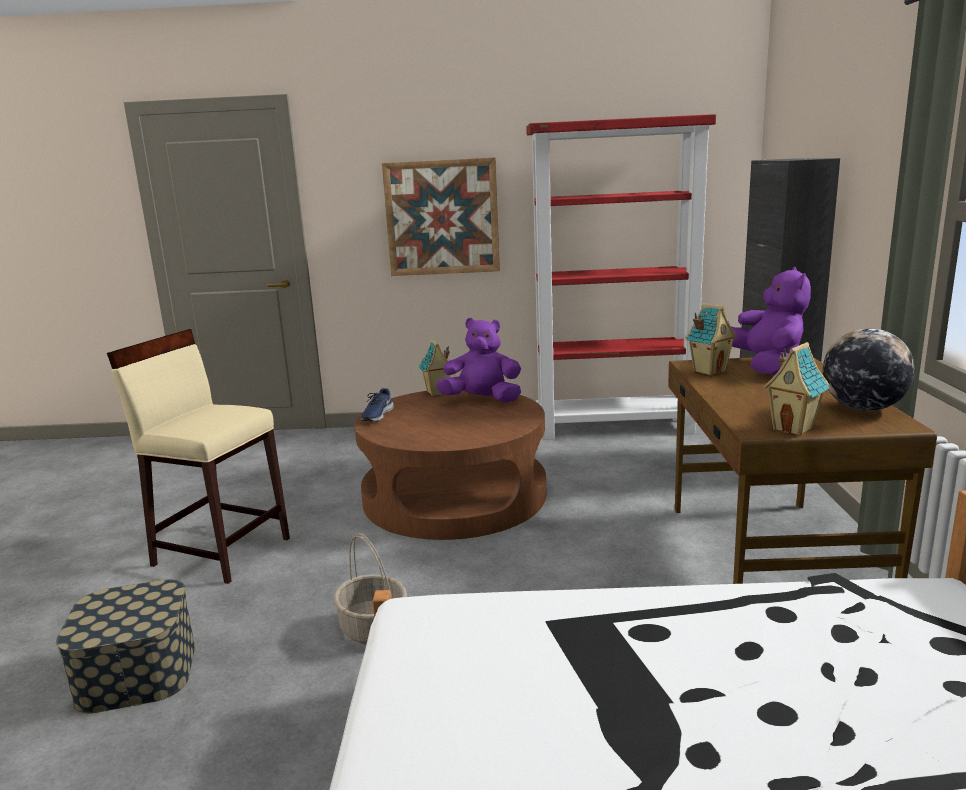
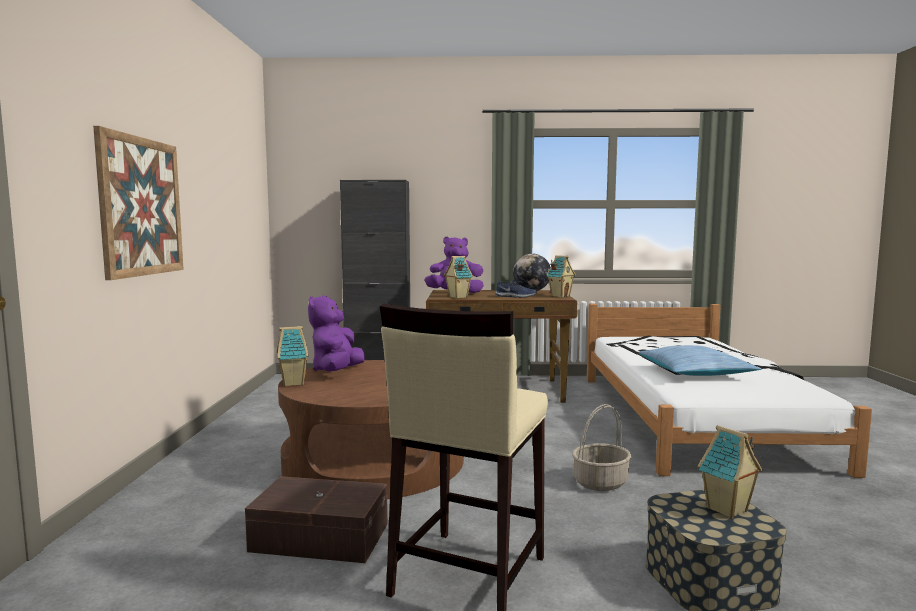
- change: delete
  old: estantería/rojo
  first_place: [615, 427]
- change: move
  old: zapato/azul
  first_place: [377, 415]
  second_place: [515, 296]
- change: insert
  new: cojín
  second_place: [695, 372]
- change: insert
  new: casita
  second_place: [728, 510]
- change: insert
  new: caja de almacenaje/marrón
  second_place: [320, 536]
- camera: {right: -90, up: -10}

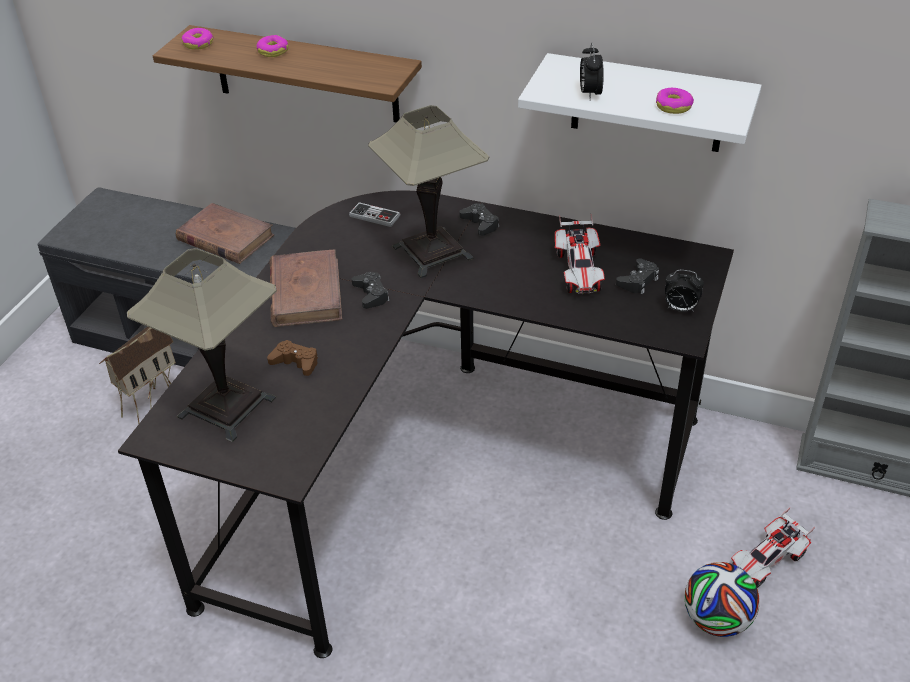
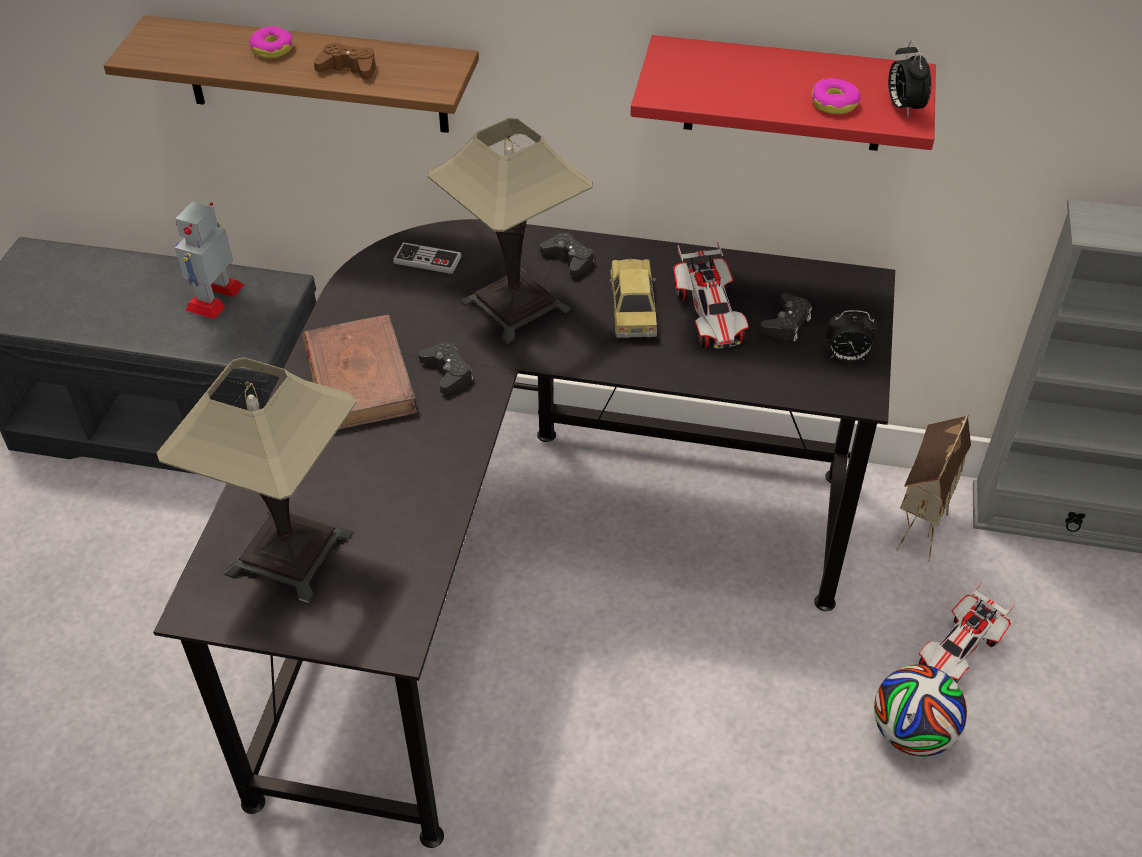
- change: delete
  old: rosquilla
  first_place: [198, 44]
- change: move
  old: despertador
  first_place: [590, 93]
  second_place: [903, 107]
- change: recolor
  old: estante/blanco
  new: estante/rojo
  first_place: [647, 104]
  second_place: [785, 94]
- change: replace
  old: libro/marrón
  new: robot de juguete
  first_place: [225, 238]
  second_place: [215, 297]
- change: move
  old: casita
  first_place: [150, 402]
  second_place: [918, 525]
- change: move
  old: mando de consola/marrón
  first_place: [295, 362]
  second_place: [348, 68]
- change: insert
  new: coche de juguete
  second_place: [632, 308]
- camera: {right: -10, up: 5}

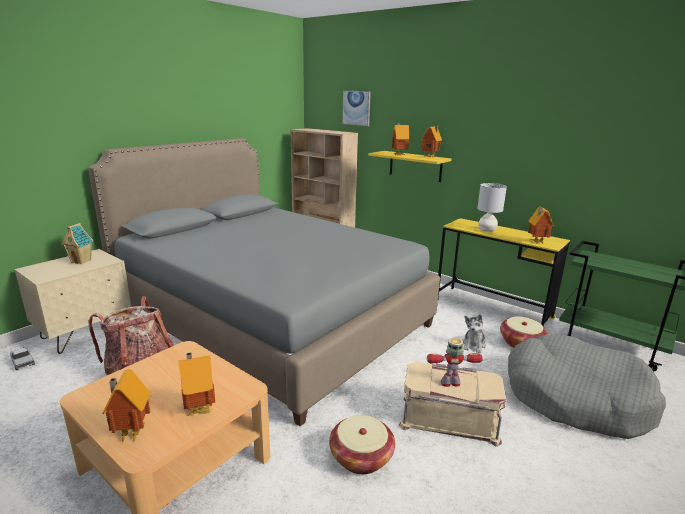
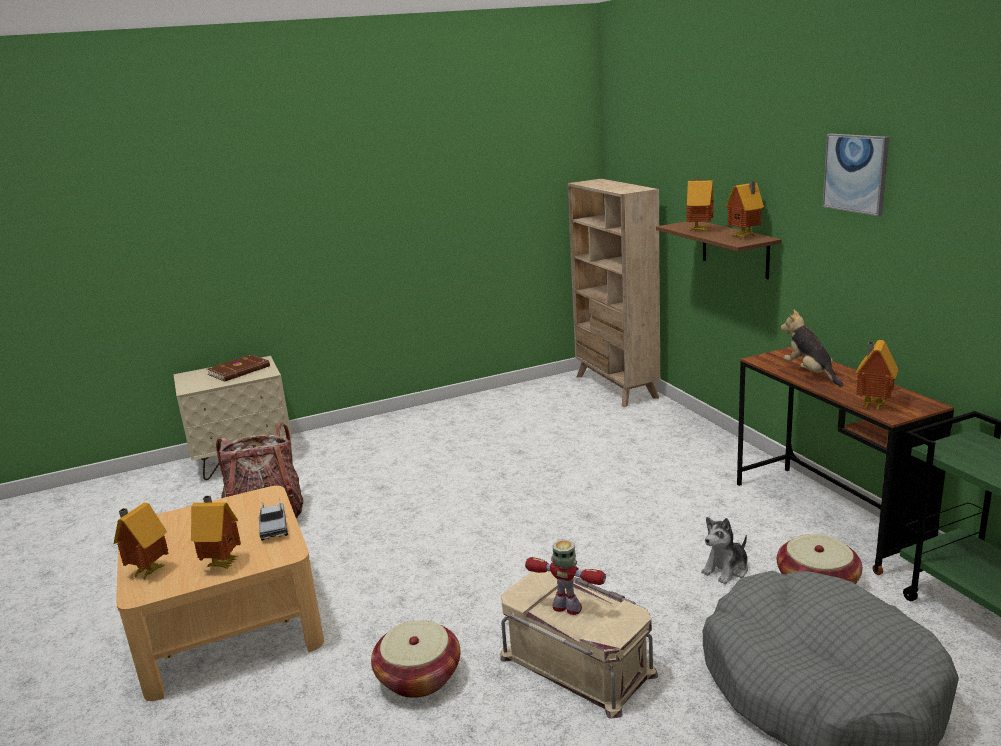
- change: move
  old: cuadro
  first_place: [356, 108]
  second_place: [856, 173]
- change: delete
  old: cama/gris
  first_place: [271, 318]
- change: recolor
  old: estante/amarillo
  new: estante/marrón
  first_place: [415, 166]
  second_place: [735, 249]
- change: replace
  old: lámpara de mesa/gris
  new: peluche
  first_place: [487, 230]
  second_place: [810, 373]
- change: recolor
  old: escritorio/amarillo
  new: escritorio/marrón
  first_place: [492, 308]
  second_place: [827, 516]
- change: replace
  old: casita
  new: libro/marrón
  first_place: [82, 261]
  second_place: [240, 371]
- change: move
  old: camión de juguete
  first_place: [22, 361]
  second_place: [274, 526]
- camera: {right: 30, up: 0}

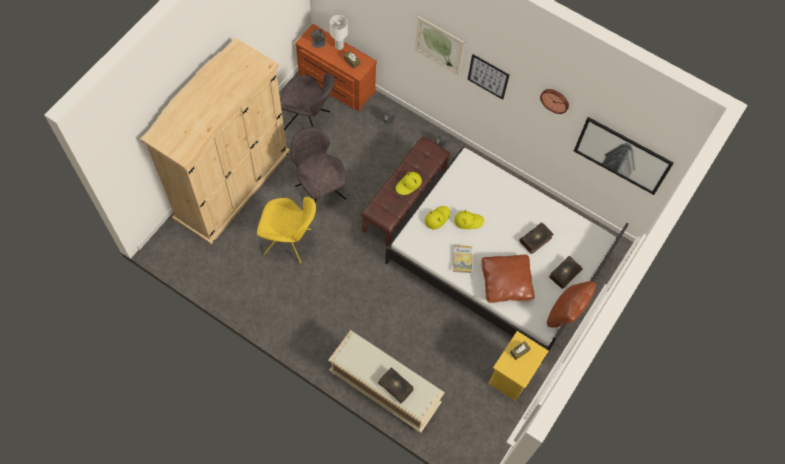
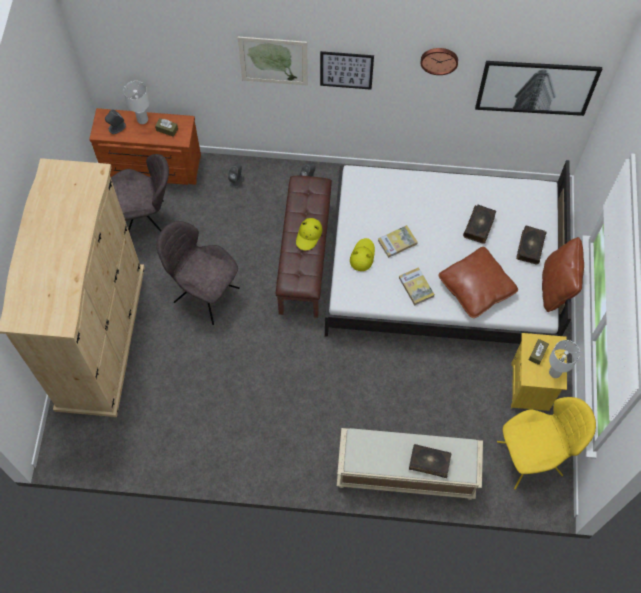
- change: move
  old: silla/amarillo
  first_place: [289, 242]
  second_place: [532, 458]
- change: replace
  old: sombrero/amarillo
  new: libro
  first_place: [468, 221]
  second_place: [397, 242]
- change: insert
  new: lámpara de mesa/blanco
  second_place: [554, 372]
- camera: {right: -25, up: 0}

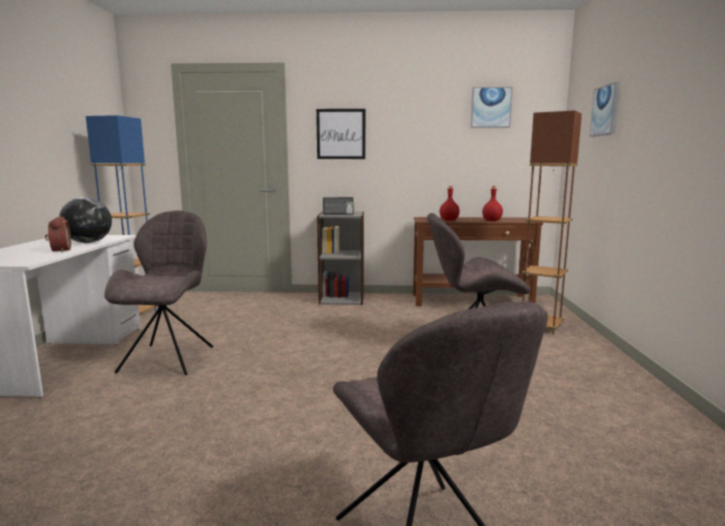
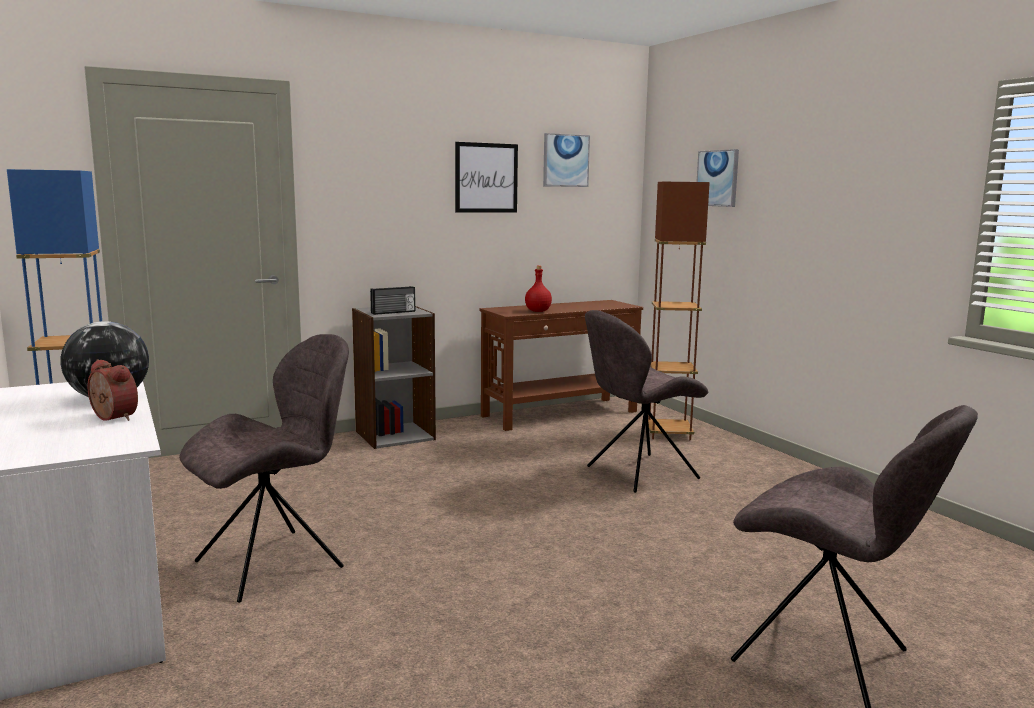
- change: move
  old: cuadro
  first_place: [341, 134]
  second_place: [486, 178]
- change: delete
  old: botella/rojo
  first_place: [492, 221]
- change: rotate
  old: silla/gris
  first_place: [169, 358]
  second_place: [275, 563]
  degrees: 75
- camera: {right: -30, up: 0}

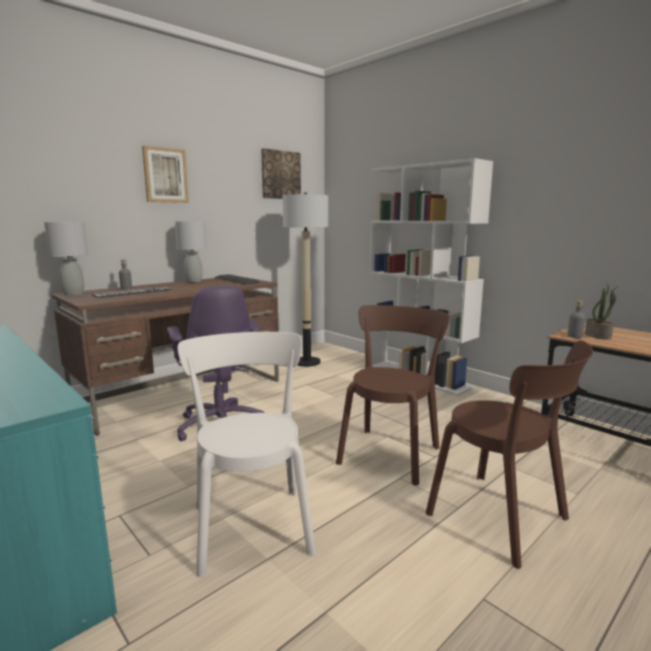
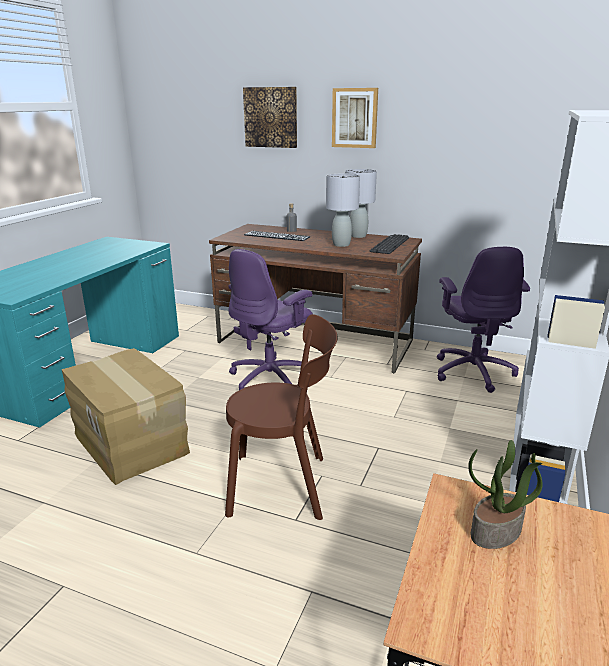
- change: move
  old: cuadro
  first_place: [280, 175]
  second_place: [271, 117]
- change: replace
  old: lámpara de pie
  new: silla de oficina/morado
  first_place: [307, 362]
  second_place: [473, 372]
- change: move
  old: lámpara de mesa/gris
  first_place: [73, 294]
  second_place: [341, 244]
- change: delete
  old: botella/gris
  first_place: [575, 336]
- change: replace
  old: silla/blanco
  new: caja de cartón
  first_place: [251, 523]
  second_place: [132, 442]
- change: delete
  old: silla/marrón
  first_place: [502, 519]
- camera: {right: 65, up: 10}

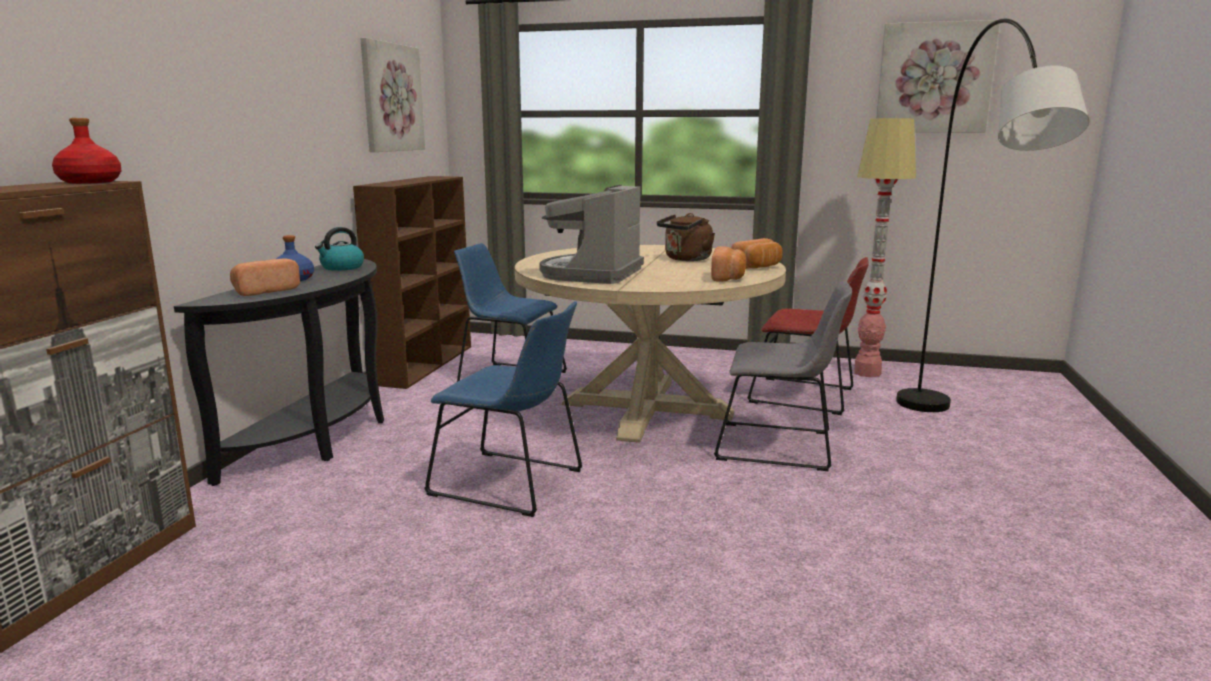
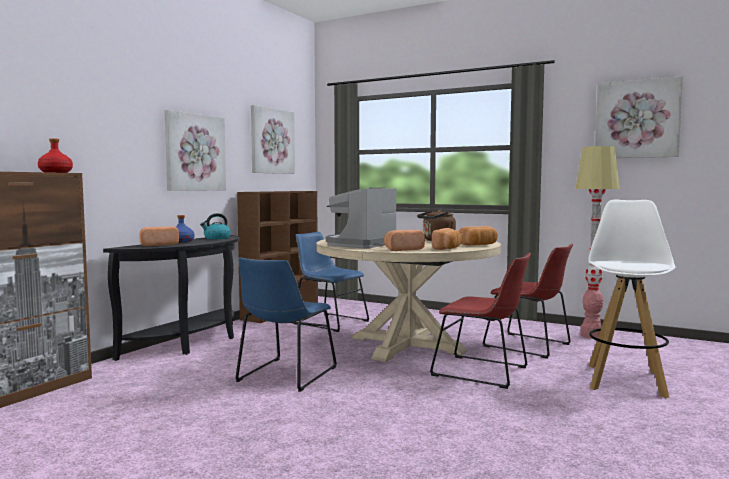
- change: replace
  old: lámpara de pie/gris
  new: taburete/blanco
  first_place: [955, 440]
  second_place: [625, 380]
- change: recolor
  old: silla/gris
  new: silla/rojo
  first_place: [780, 446]
  second_place: [484, 372]
- change: rotate
  old: silla/azul
  first_place: [512, 484]
  second_place: [285, 375]
  degrees: 75
- change: insert
  new: cuadro
  second_place: [194, 152]
- change: insert
  new: pan
  second_place: [402, 249]
- camera: {right: 15, up: -10}

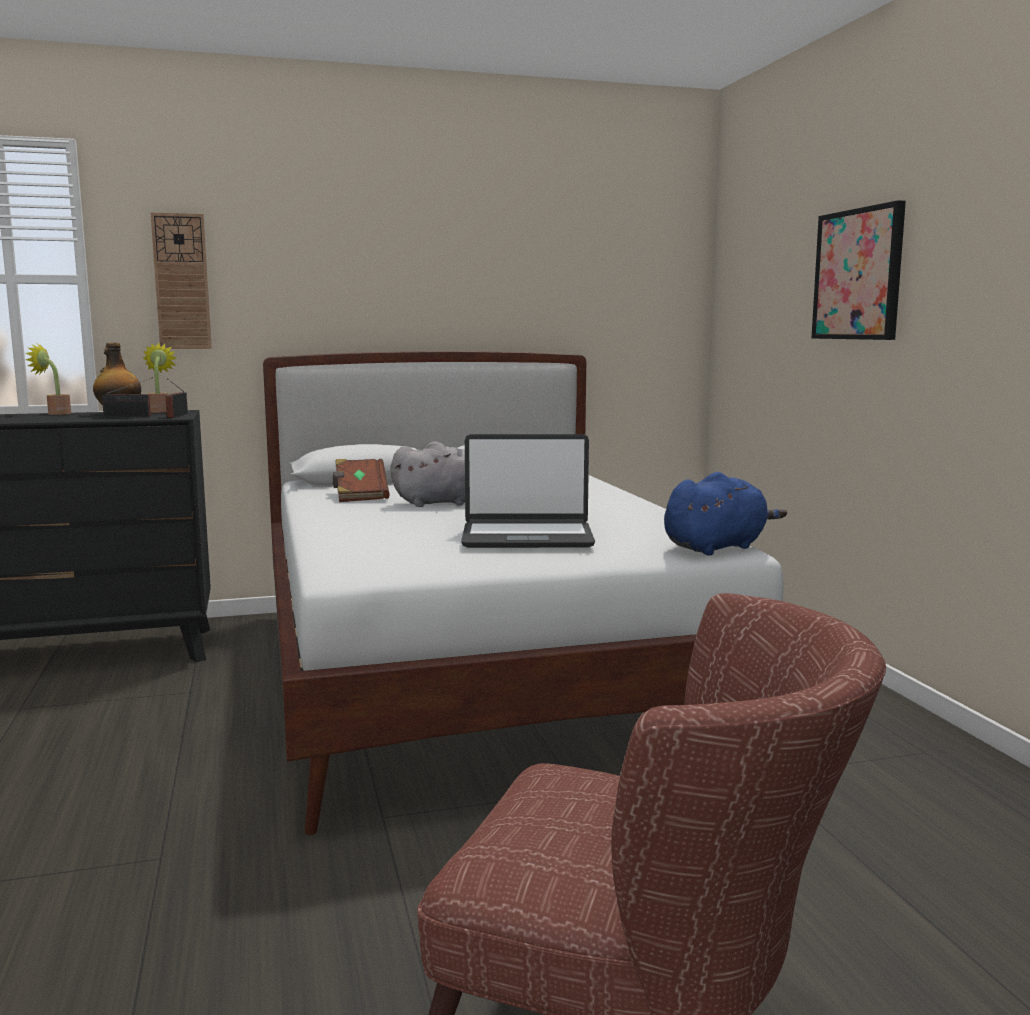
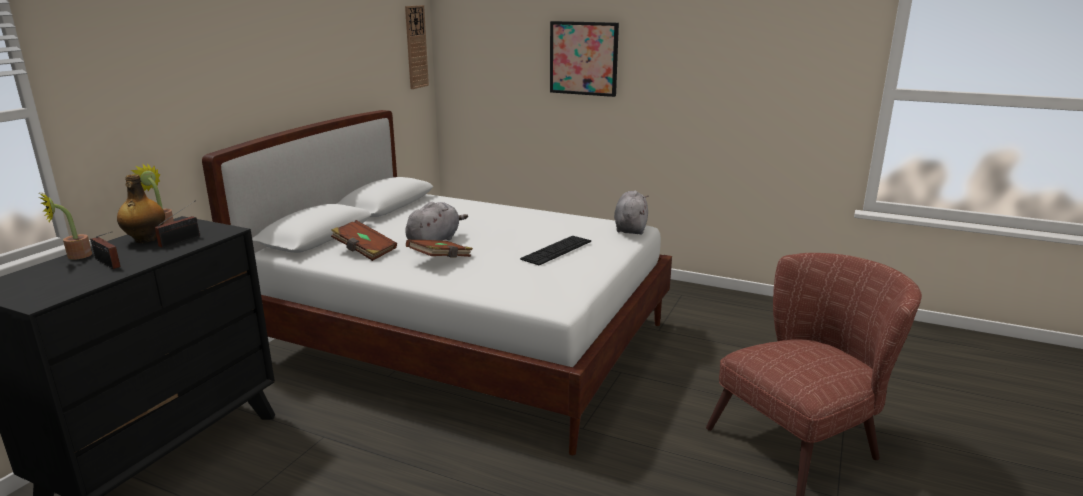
- change: move
  old: reloj de pared
  first_place: [181, 282]
  second_place: [416, 47]
- change: move
  old: radio
  first_place: [176, 416]
  second_place: [108, 263]
- change: replace
  old: portátil
  new: teclado
  first_place: [527, 537]
  second_place: [556, 250]
- change: recolor
  old: peluche/azul
  new: peluche/gris
  first_place: [717, 547]
  second_place: [630, 228]
- change: insert
  new: libro/marrón
  second_place: [441, 260]
- camera: {right: -50, up: 10}

